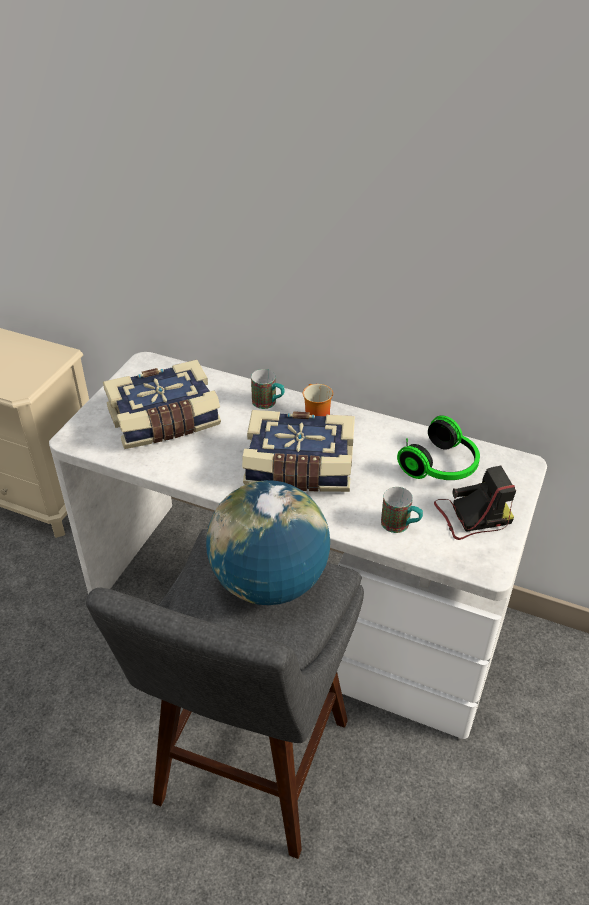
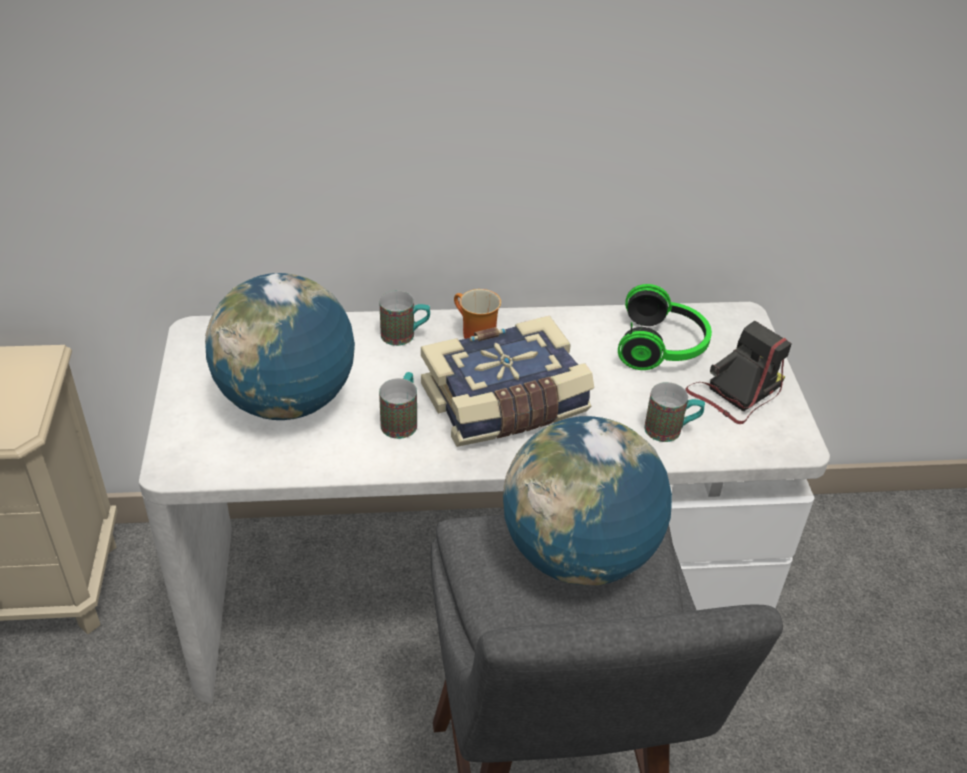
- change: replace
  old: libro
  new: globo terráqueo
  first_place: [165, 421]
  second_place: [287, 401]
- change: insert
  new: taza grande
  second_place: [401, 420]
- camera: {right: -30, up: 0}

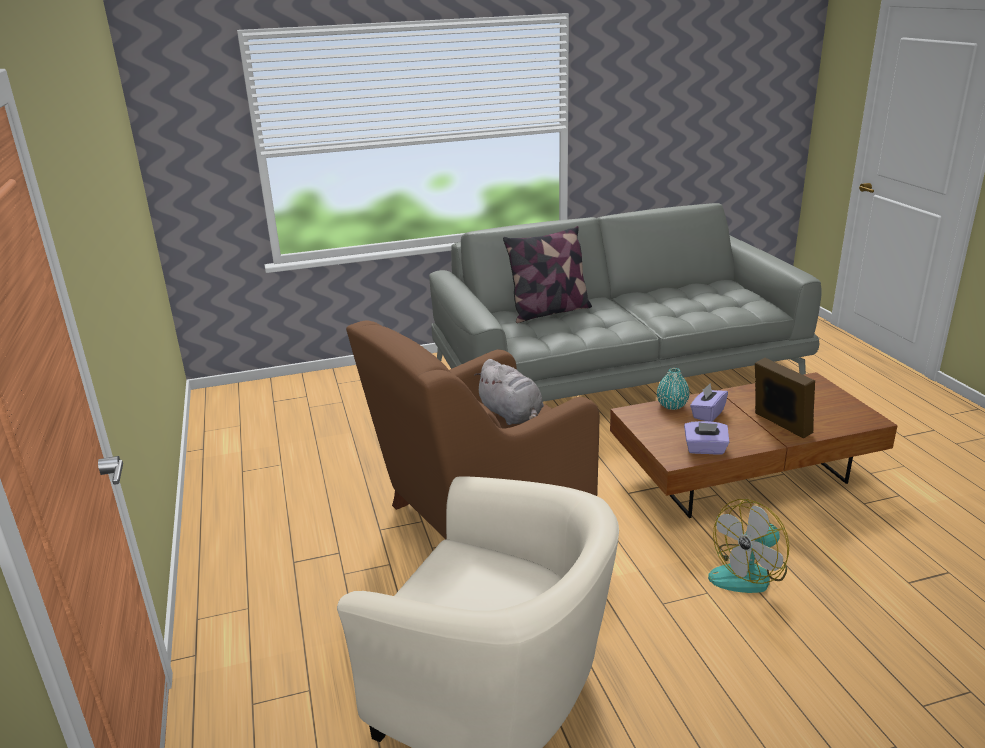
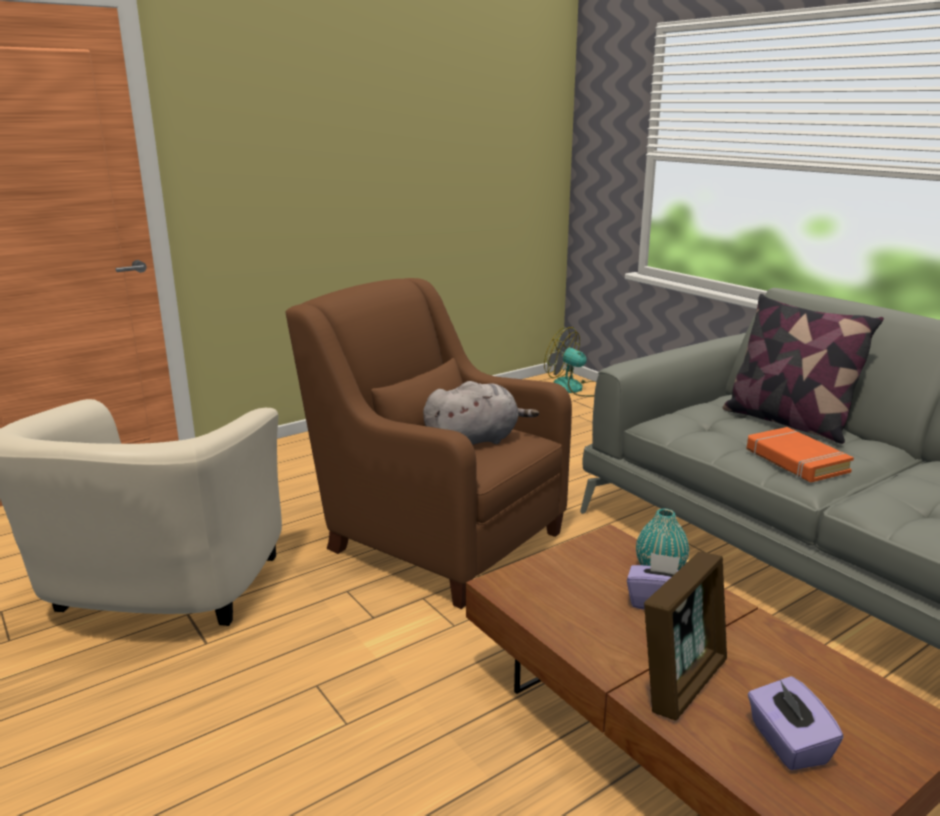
- change: rotate
  old: peluche/gris
  first_place: [512, 415]
  second_place: [475, 440]
  degrees: -150
- change: move
  old: caja de pañuelos/morado
  first_place: [705, 449]
  second_place: [787, 743]
- change: move
  old: ventilador
  first_place: [749, 574]
  second_place: [575, 388]
- change: insert
  new: libro/naranja
  second_place: [796, 461]
- camera: {right: 70, up: -5}

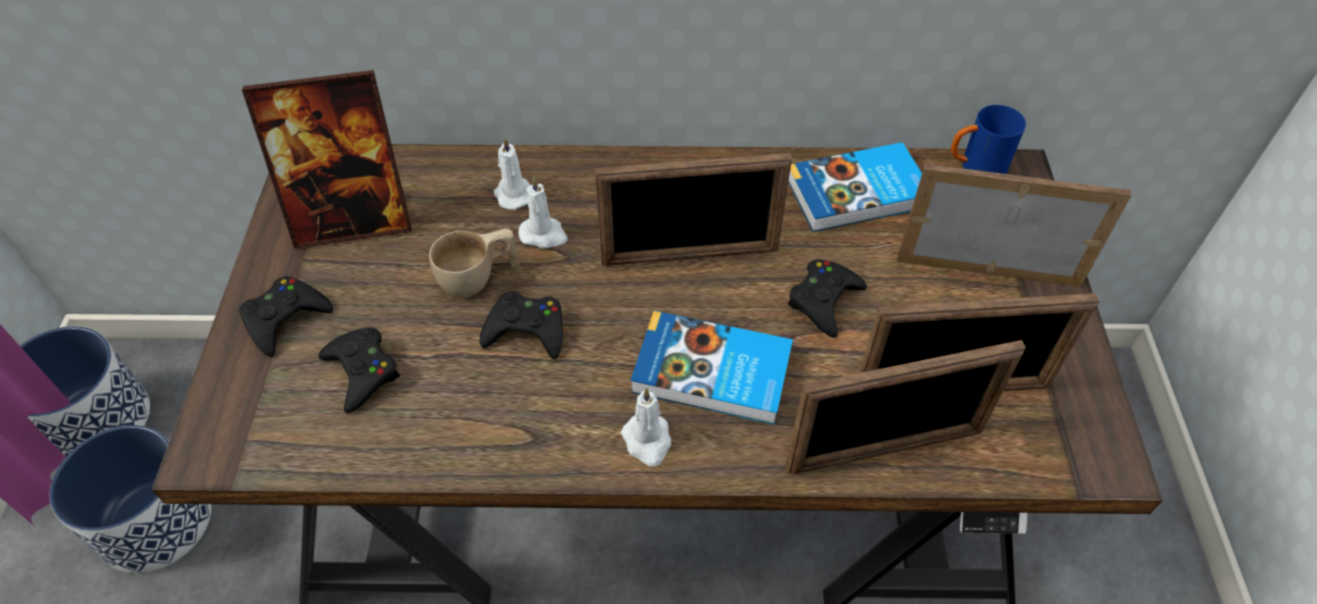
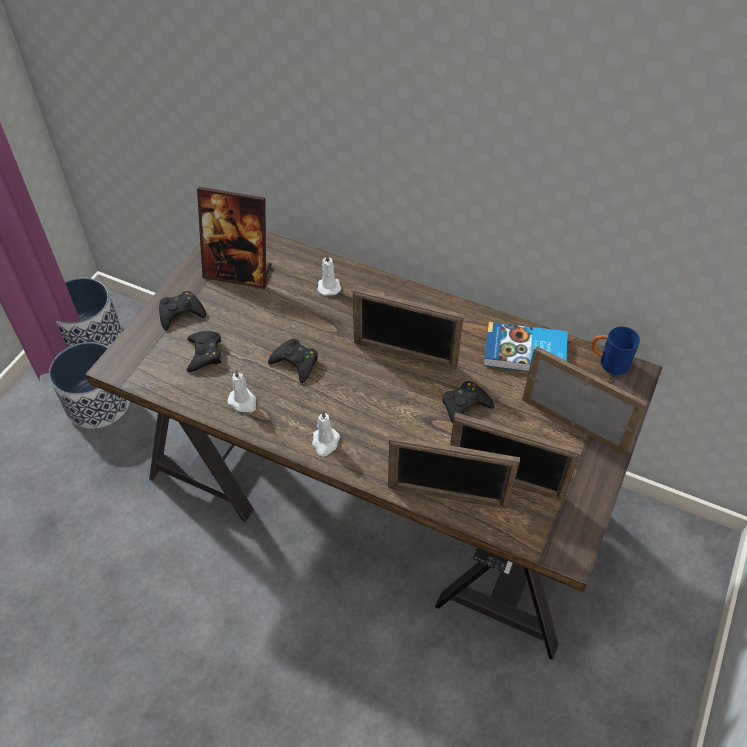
- change: move
  old: vela/blanco
  first_place: [544, 235]
  second_place: [243, 402]
- change: delete
  old: taza/beis
  first_place: [479, 278]
- change: delete
  old: libro
  first_place: [712, 374]
- camera: {right: 25, up: 0}

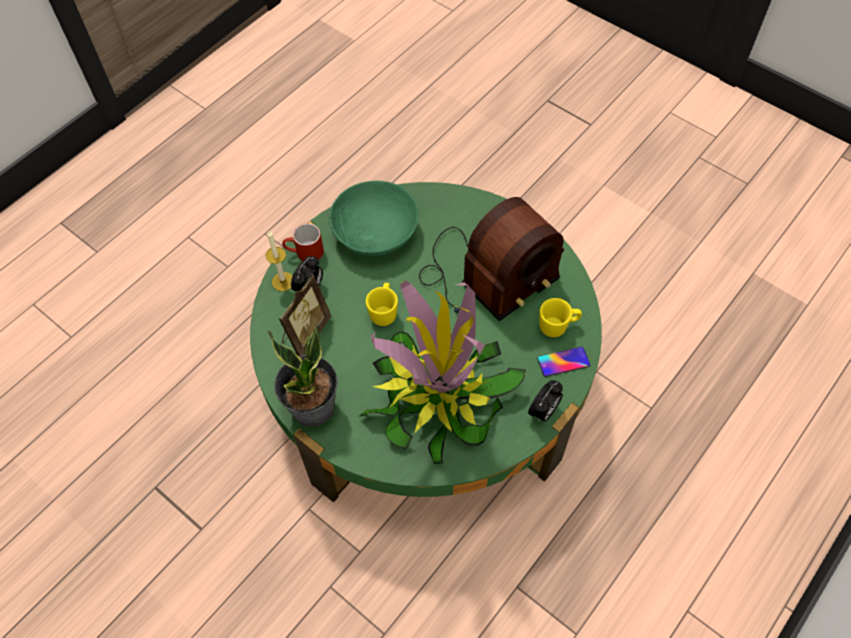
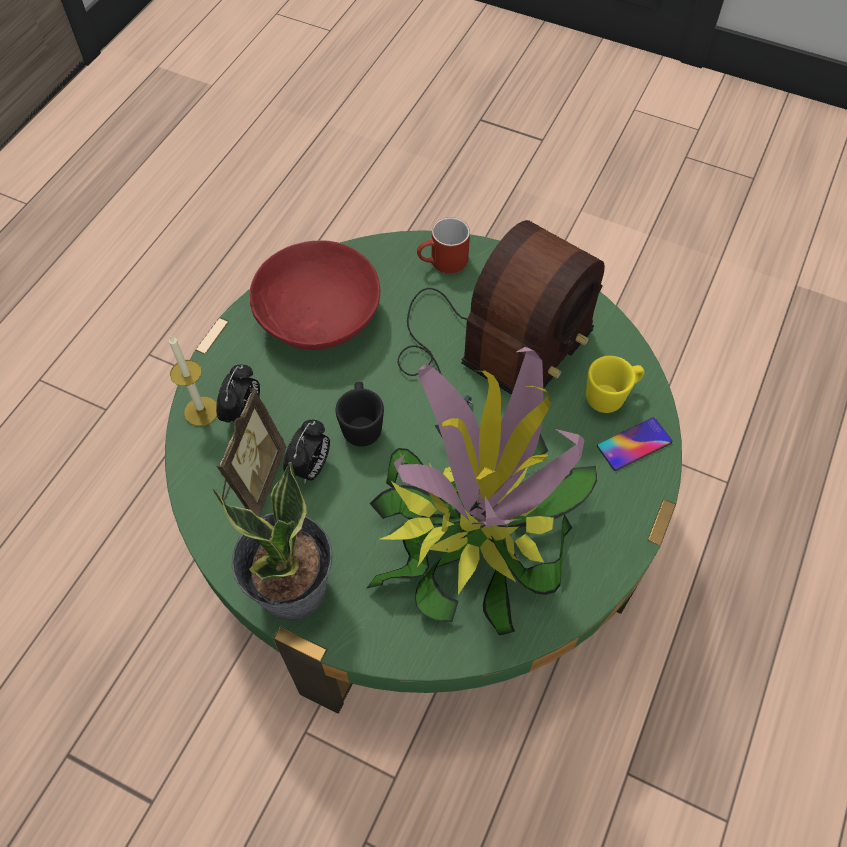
- change: recolor
  old: cuenco/verde
  new: cuenco/rojo
  first_place: [375, 232]
  second_place: [319, 316]
- change: move
  old: taza grande/rojo
  first_place: [304, 253]
  second_place: [443, 263]
- change: recolor
  old: taza grande/amarillo
  new: taza grande/negro
  first_place: [384, 311]
  second_place: [362, 425]
- change: move
  old: despertador
  first_place: [543, 411]
  second_place: [310, 468]
- camera: {right: -15, up: 0}

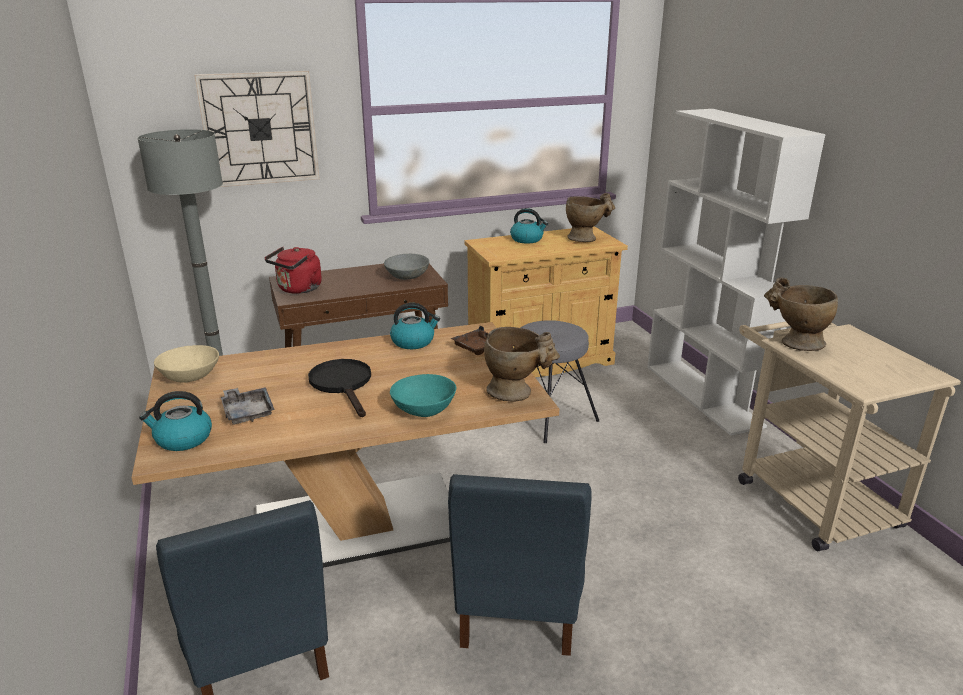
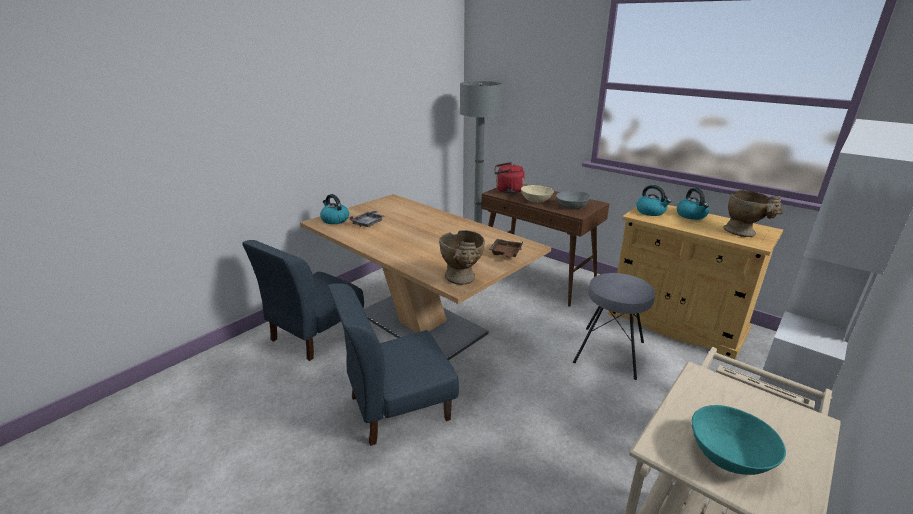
- change: delete
  old: reloj de pared
  first_place: [260, 129]
- change: delete
  old: florero/beis
  first_place: [794, 343]
- change: move
  old: hervidor
  first_place: [413, 341]
  second_place: [651, 212]
- change: move
  old: cuenco/beis
  first_place: [190, 377]
  second_place: [536, 201]
- change: delete
  old: sartén/negro
  first_place: [343, 384]
- change: move
  old: cuenco/turquesa
  first_place: [424, 409]
  second_place: [730, 456]
- camera: {right: 60, up: 0}

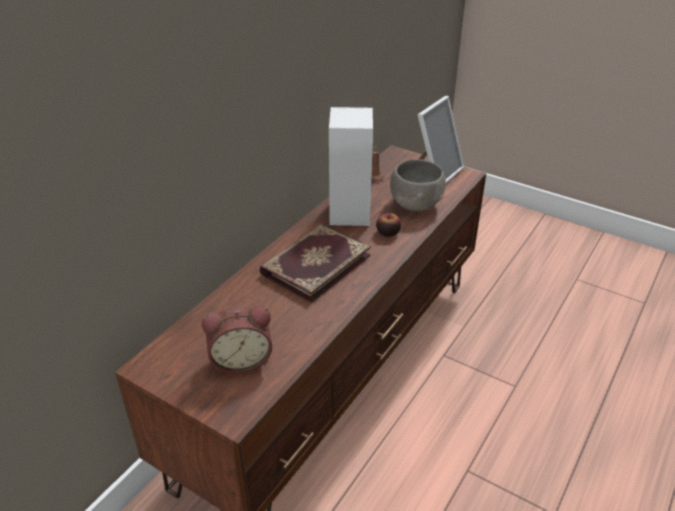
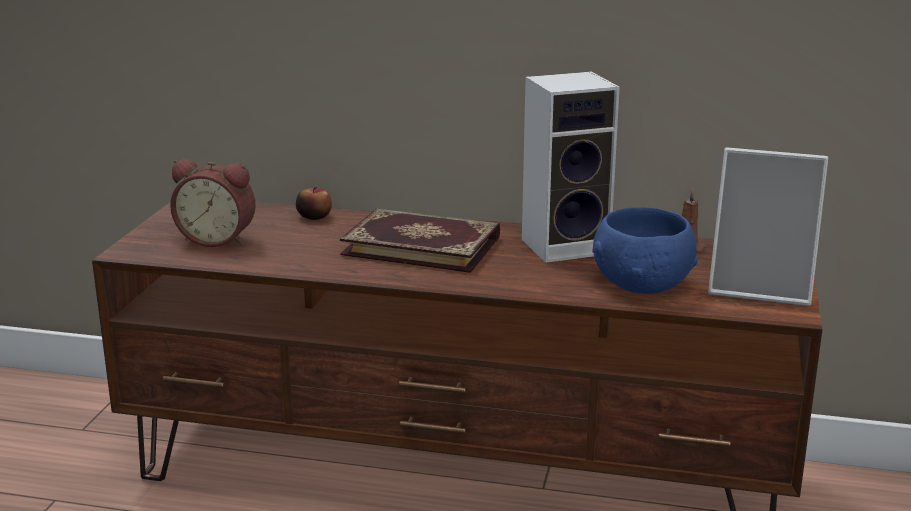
- change: recolor
  old: cuenco/gris
  new: cuenco/azul
  first_place: [416, 204]
  second_place: [642, 285]
- change: move
  old: manzana
  first_place: [388, 232]
  second_place: [314, 216]
- change: rotate
  old: despertador
  first_place: [241, 359]
  second_place: [218, 239]
  degrees: -45
- camera: {right: 70, up: -15}

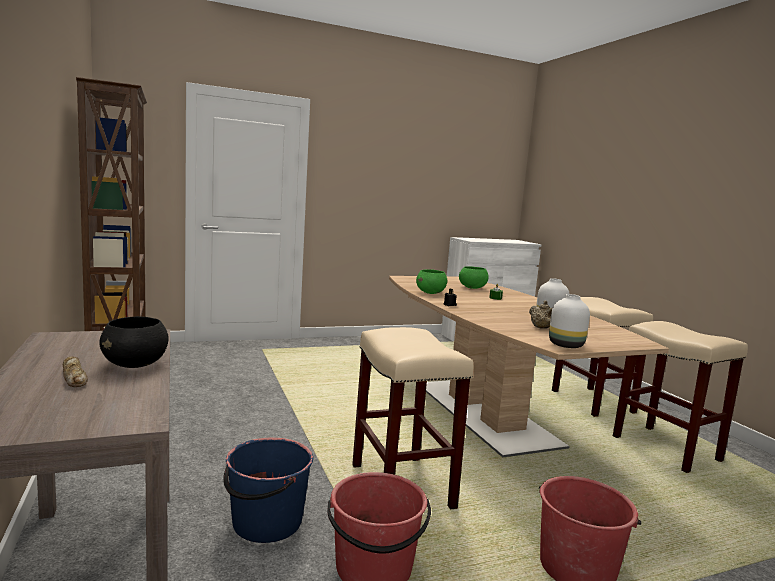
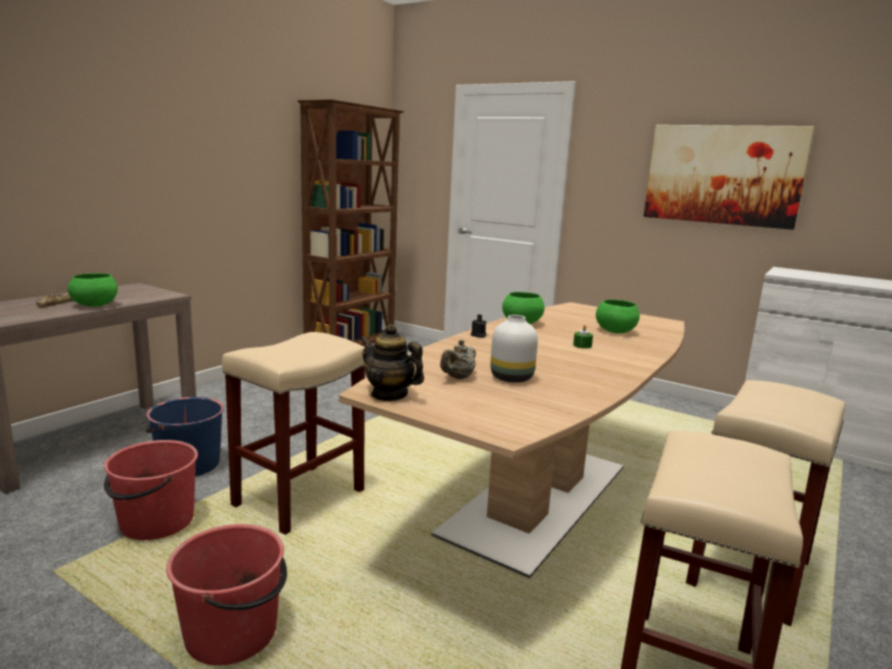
- change: replace
  old: florero/blanco
  new: tetera
  first_place: [567, 345]
  second_place: [389, 394]
- change: recolor
  old: cuenco/negro
  new: cuenco/verde
  first_place: [136, 365]
  second_place: [95, 305]
- change: insert
  new: cuadro
  second_place: [722, 175]
- camera: {right: 55, up: 5}

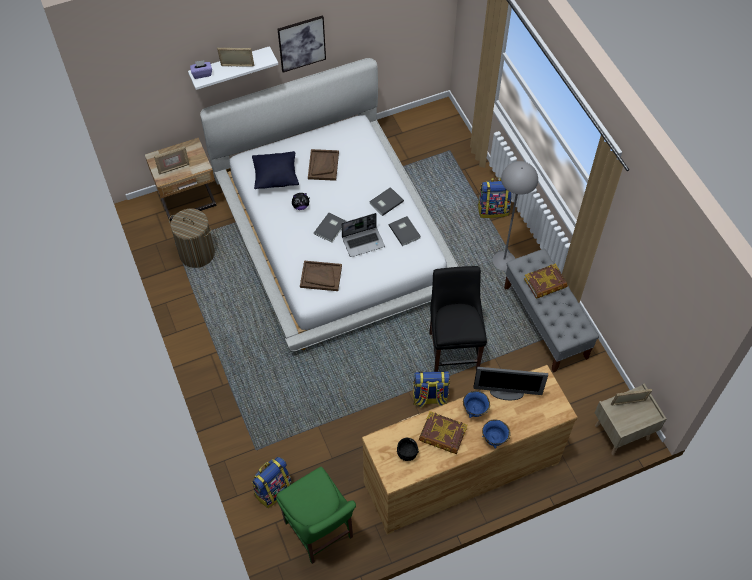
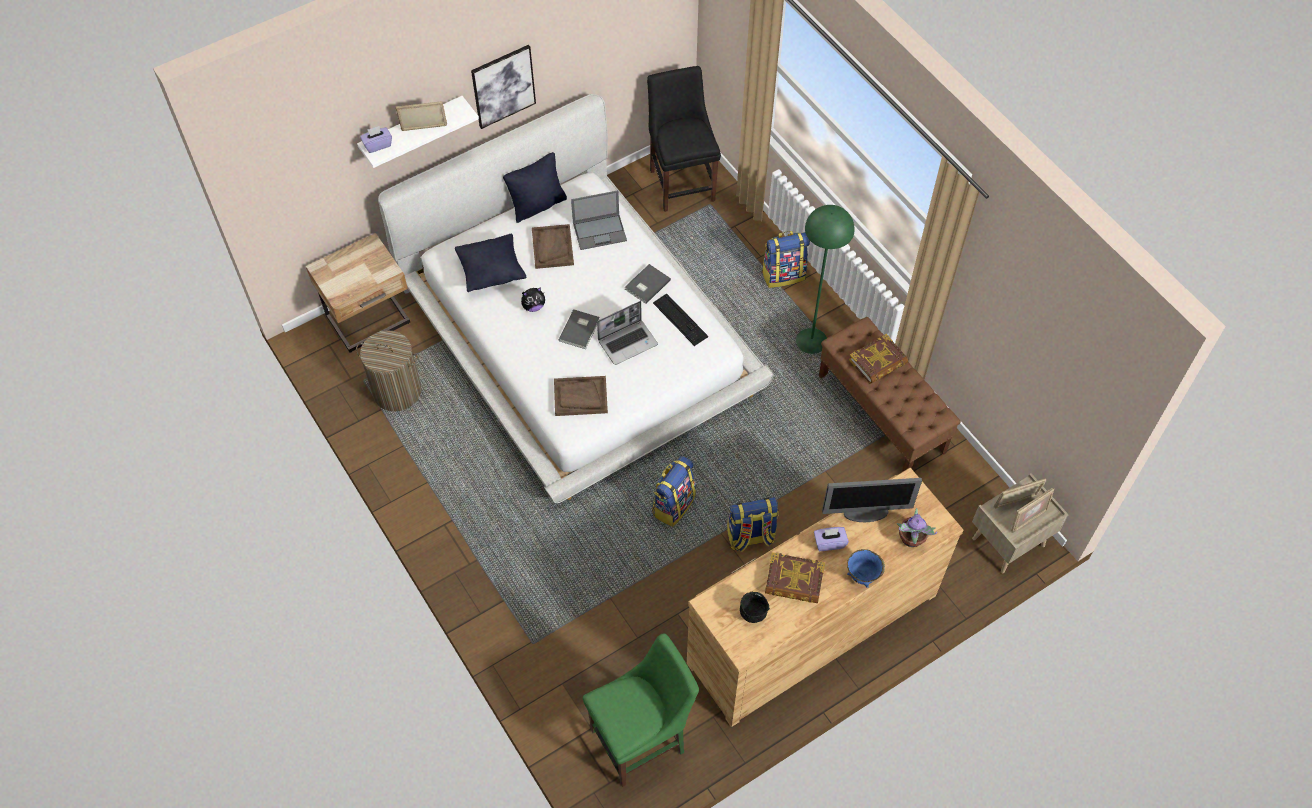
- change: move
  old: portarretratos
  first_place: [173, 168]
  second_place: [1028, 519]
- change: recolor
  old: lámpara de pie/gris
  new: lámpara de pie/verde
  first_place: [503, 261]
  second_place: [811, 341]
- change: replace
  old: libro/gris
  new: teclado
  first_place: [405, 231]
  second_place: [680, 319]
- change: recolor
  old: banco/gris
  new: banco/marrón
  first_place: [545, 322]
  second_place: [881, 414]
- change: move
  old: silla/negro
  first_place: [453, 348]
  second_place: [681, 182]
- change: replace
  old: cuenco/azul
  new: caja de pañuelos/morado
  first_place: [474, 411]
  second_place: [829, 543]
- change: move
  old: mochila
  first_place: [273, 489]
  second_place: [673, 504]
- change: rotate
  old: silla/verde
  first_place: [320, 532]
  second_place: [642, 739]
  degrees: -75
- change: insert
  new: cojín/negro
  second_place: [537, 205]
- change: insert
  new: portátil
  second_place: [600, 231]
- change: insert
  new: planta en maceta
  second_place: [911, 539]
- camera: {right: -10, up: 0}

